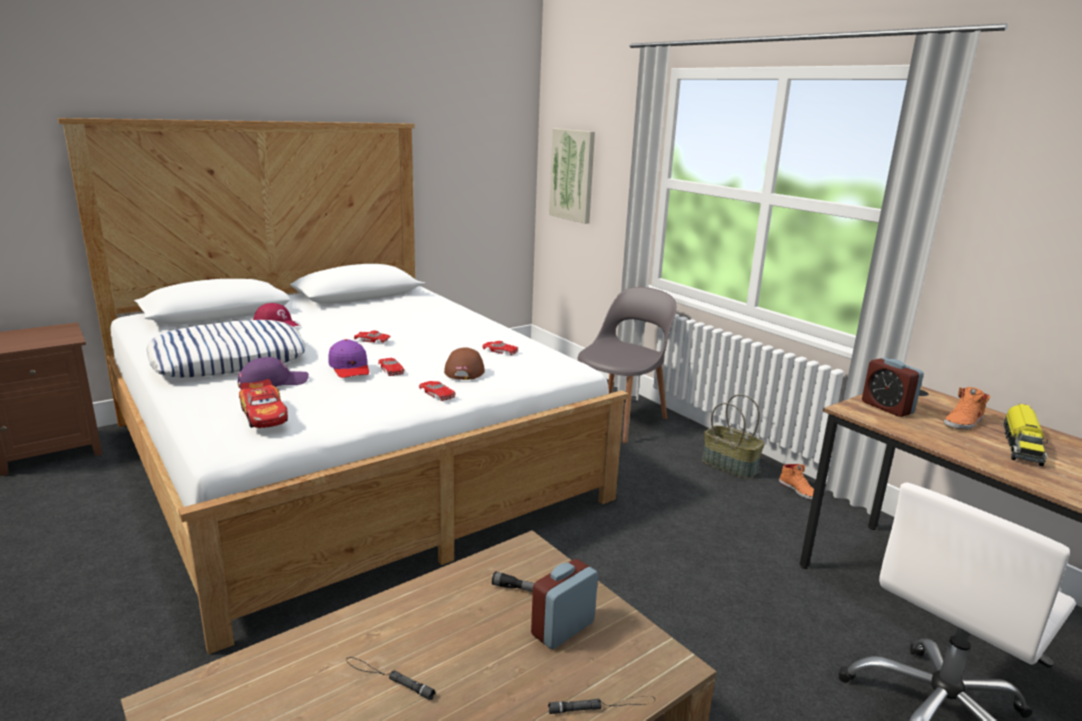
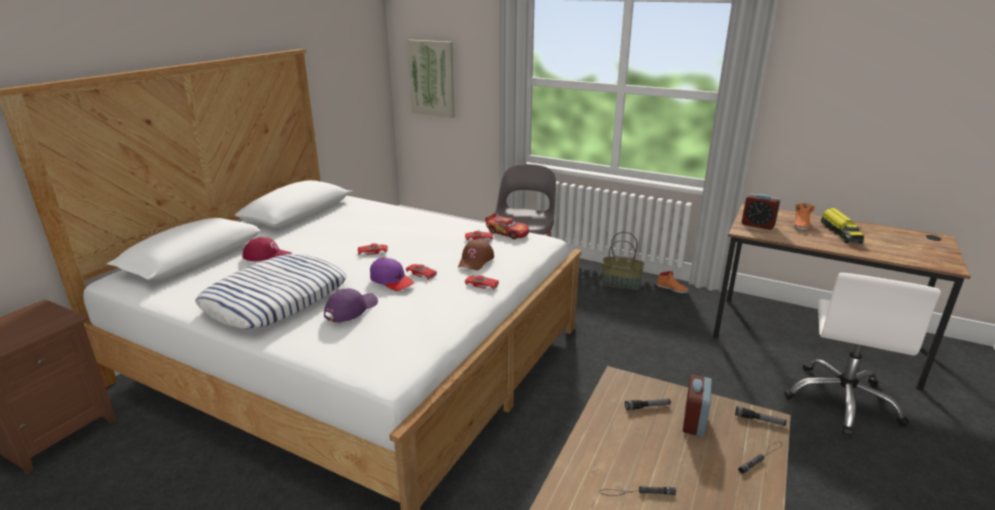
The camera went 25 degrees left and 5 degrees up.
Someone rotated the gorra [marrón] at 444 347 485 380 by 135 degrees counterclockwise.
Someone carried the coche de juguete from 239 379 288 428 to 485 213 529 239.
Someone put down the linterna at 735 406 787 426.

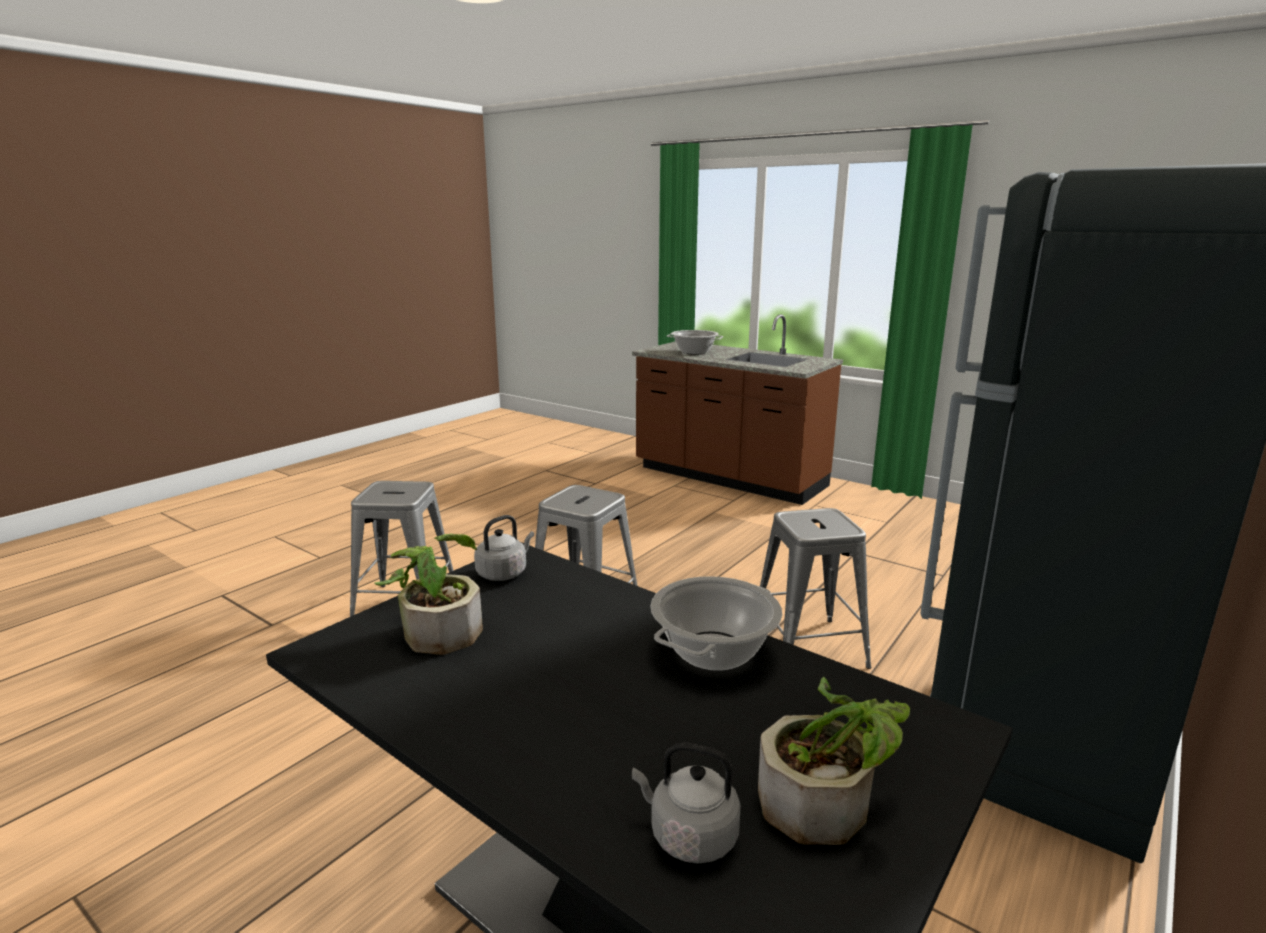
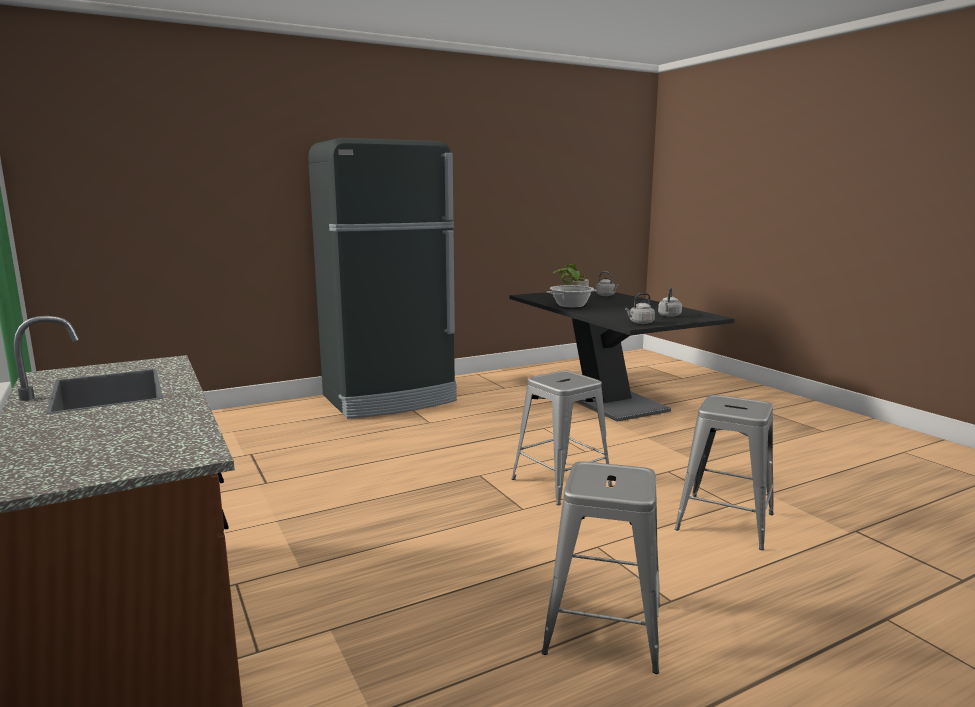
The camera went 155 degrees left and 5 degrees down.
Someone carried the taburete [gris] from 760 508 871 669 to 542 462 660 674.
Someone swapped the planta en maceta at 375 533 483 655 for the hervidor [gris] at 658 287 682 317.
Someone took away the olla at 667 330 723 354.

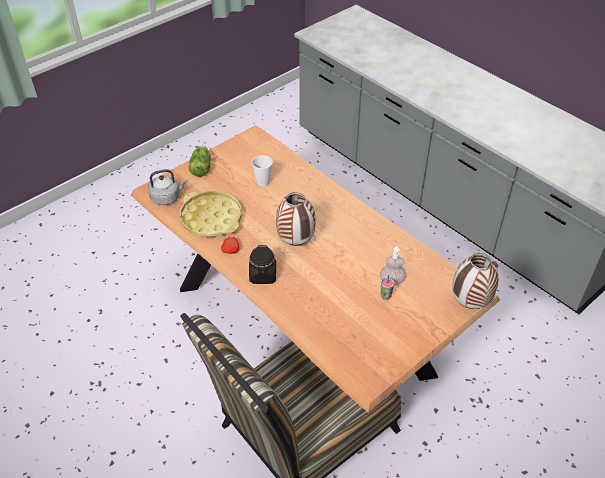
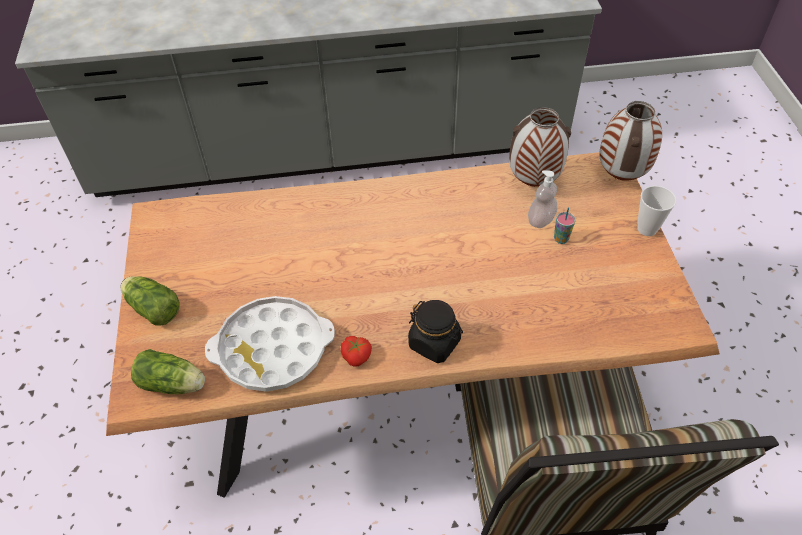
The camera went 55 degrees left and 5 degrees up.
Someone swapped the hervidor [gris] at 148 169 187 205 for the lechuga at 131 349 205 394.
Someone repainted the bandeja [amarillo] at 180 191 242 237, which became the bandeja [blanco] at 205 296 335 392.
Someone carried the florero from 276 192 316 246 to 509 107 571 187.
Someone carried the taza from 252 155 273 187 to 637 186 676 236.

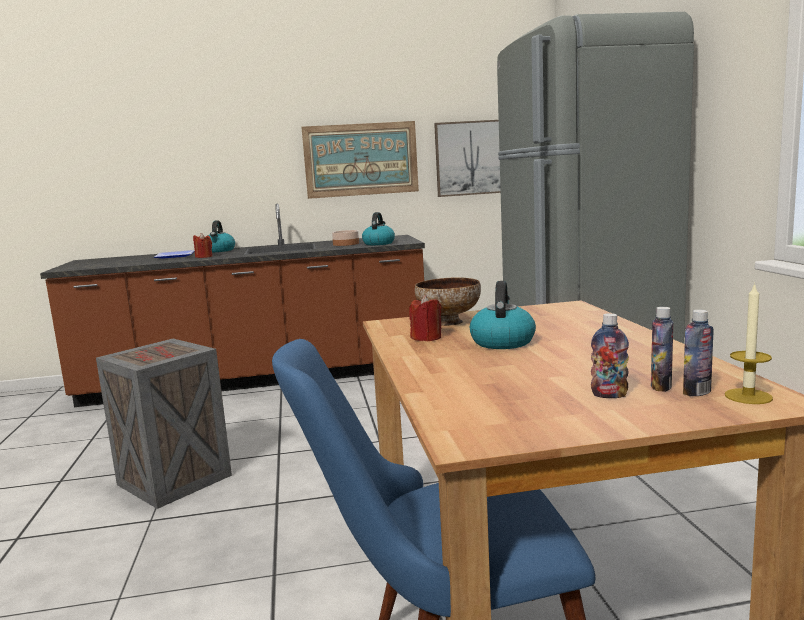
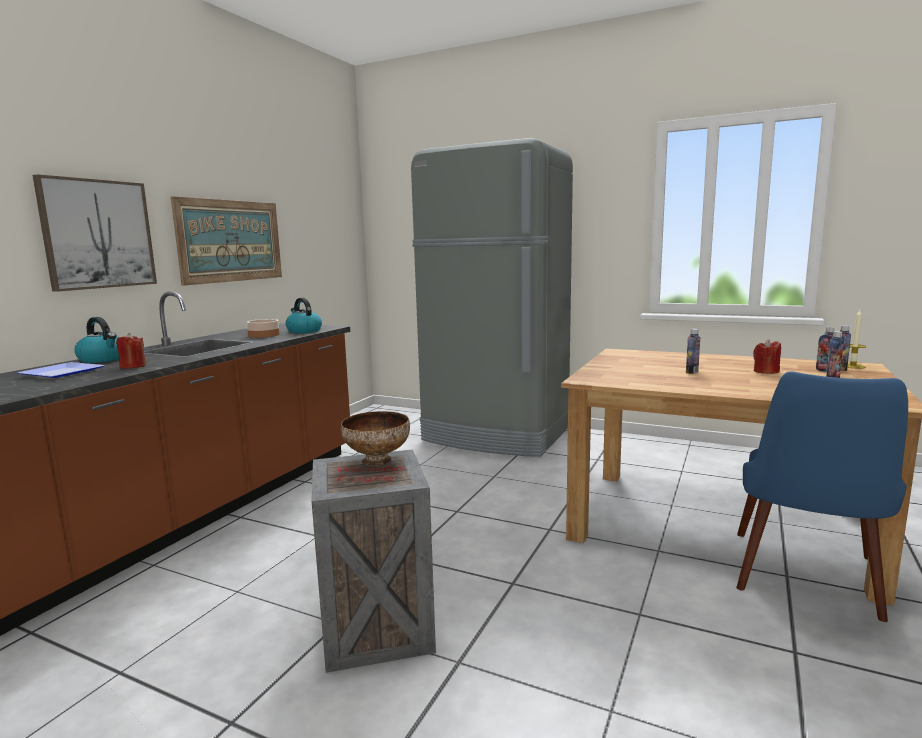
The camera went 55 degrees left and 0 degrees up.
Someone carried the cuadro from 434 120 501 197 to 33 174 157 292.
Someone carried the cuenco from 415 277 481 326 to 341 411 410 466.
Someone swapped the hervidor at 470 281 536 349 for the botella at 686 329 700 374.
Someone carried the vela [rojo] from 409 295 442 341 to 753 339 781 374.

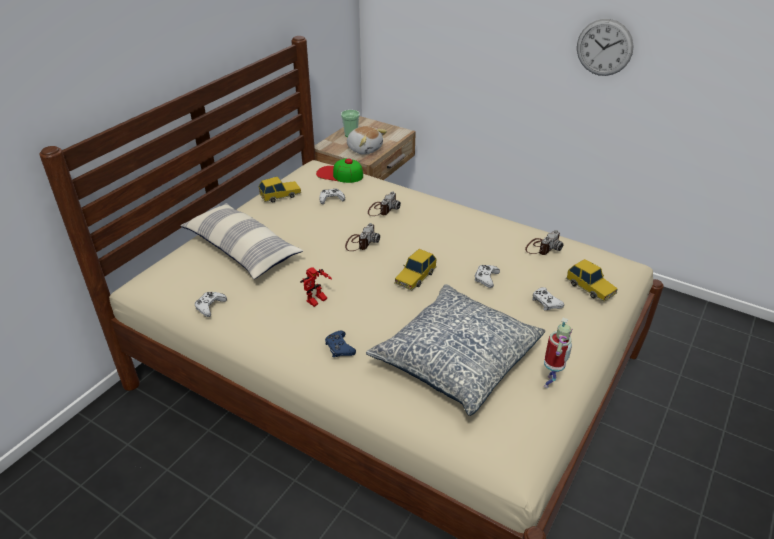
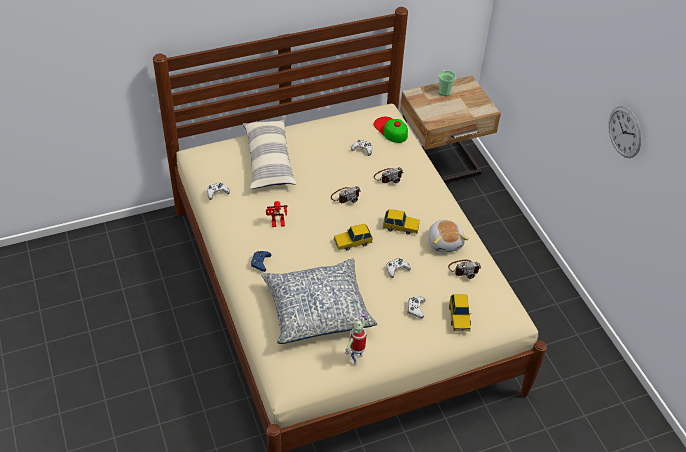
The camera went 35 degrees right and 10 degrees up.
Someone rotated the robot de juguete at 544 318 572 388 by 150 degrees clockwise.
Someone carried the coche de juguete from 258 176 301 202 to 383 209 420 234.
Someone carried the peluche from 347 126 387 155 to 428 219 469 252.

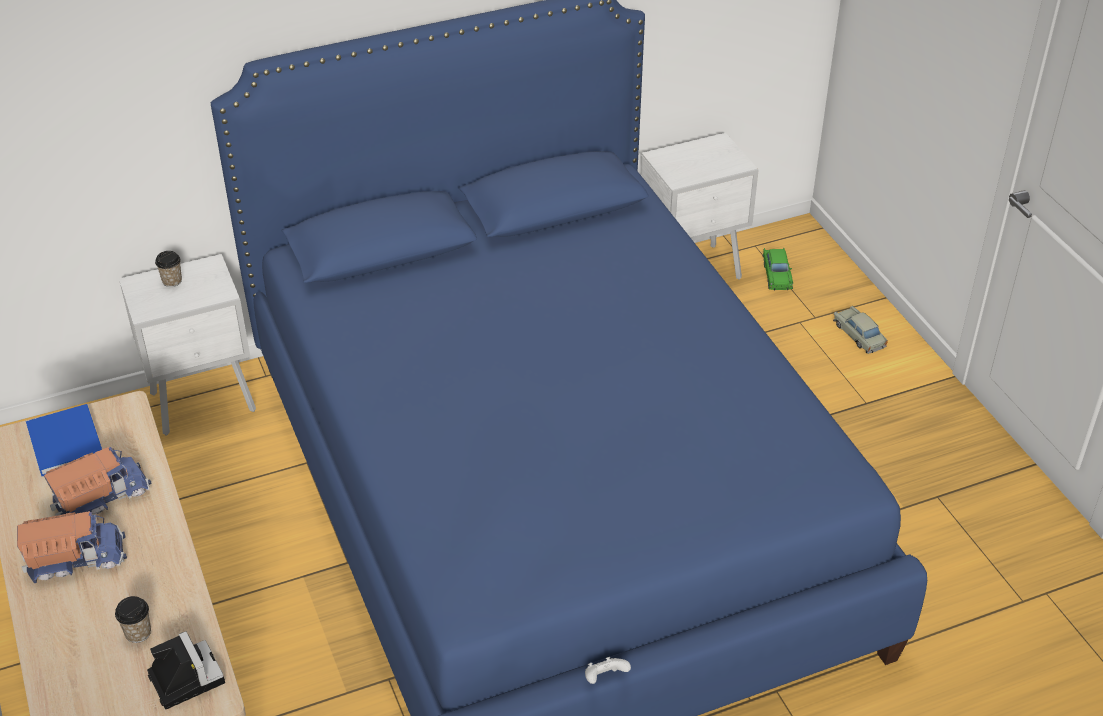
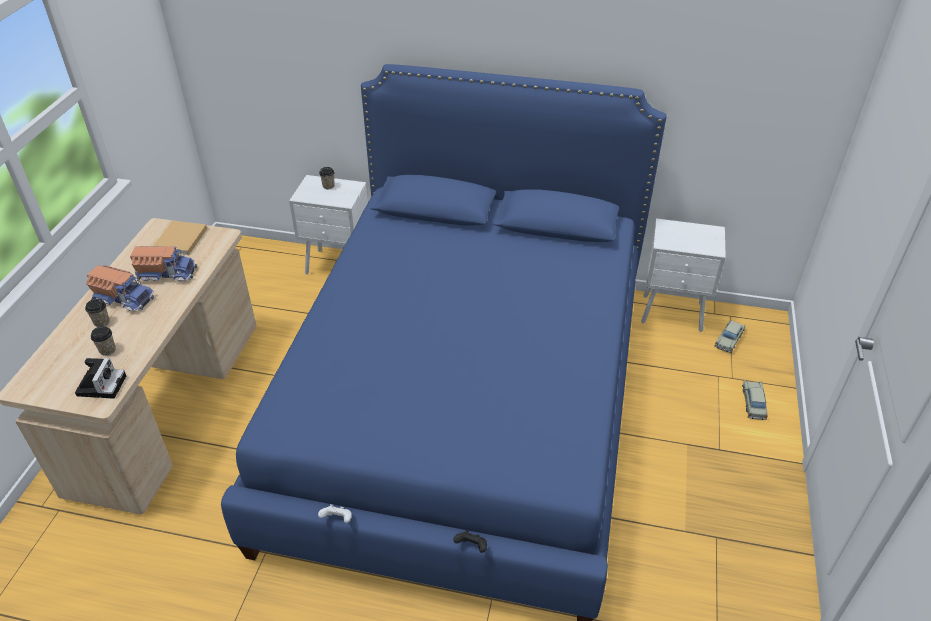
The camera went 35 degrees right and 0 degrees up.
Someone put down the taza at 85 299 109 327.
Someone repainted the libro [azul] at 26 404 102 476, which became the libro [beis] at 153 221 207 255.
Someone put down the mando de consola [negro] at 453 530 487 553.
Someone repainted the coche de juguete [verde] at 763 248 793 291, which became the coche de juguete [beis] at 714 319 745 353.

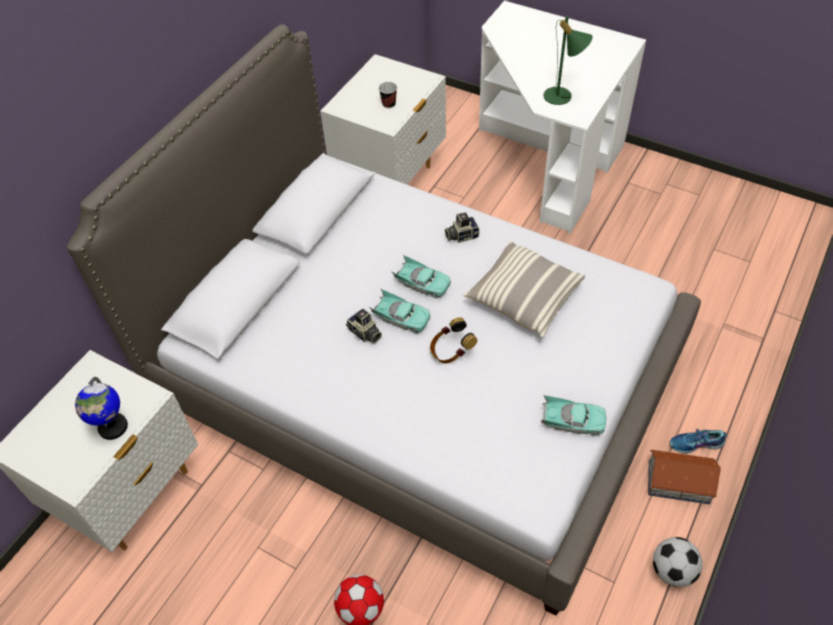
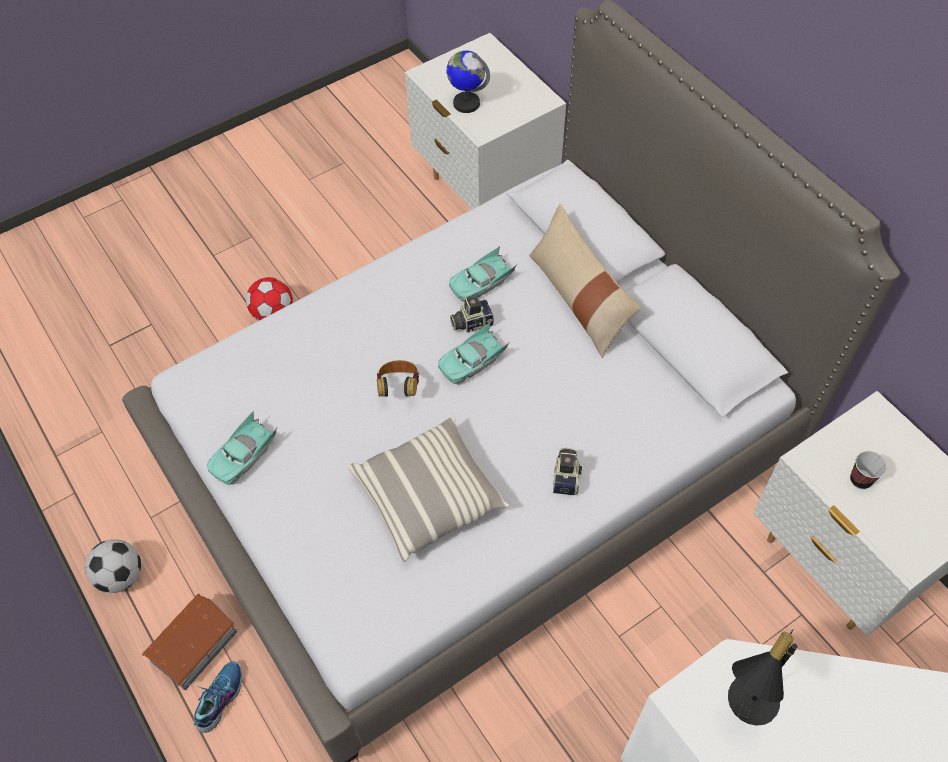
The camera went 115 degrees right and 5 degrees up.
Someone carried the coche de juguete [turquesa] from 392 255 451 299 to 449 246 517 302.
Someone put down the cojín [beis] at 529 204 641 358.
Someone repainted the lámpara de mesa [verde] at 544 16 593 105, which became the lámpara de mesa [negro] at 728 629 798 726.

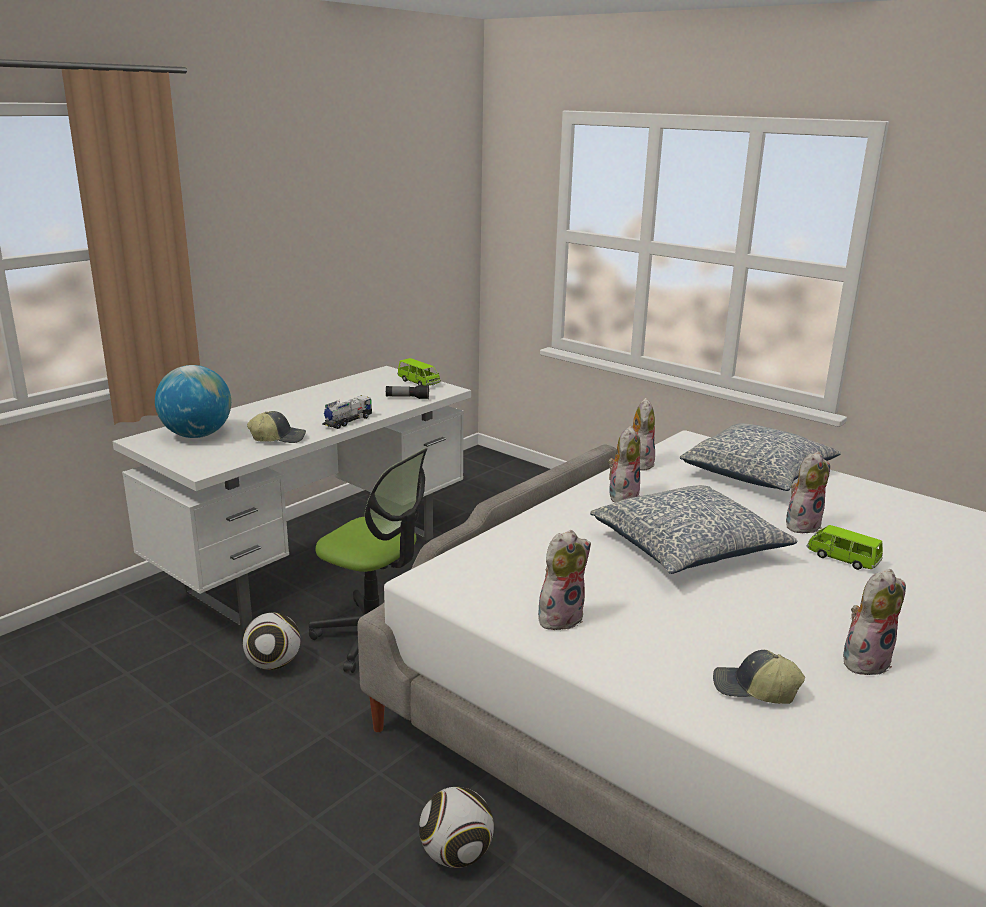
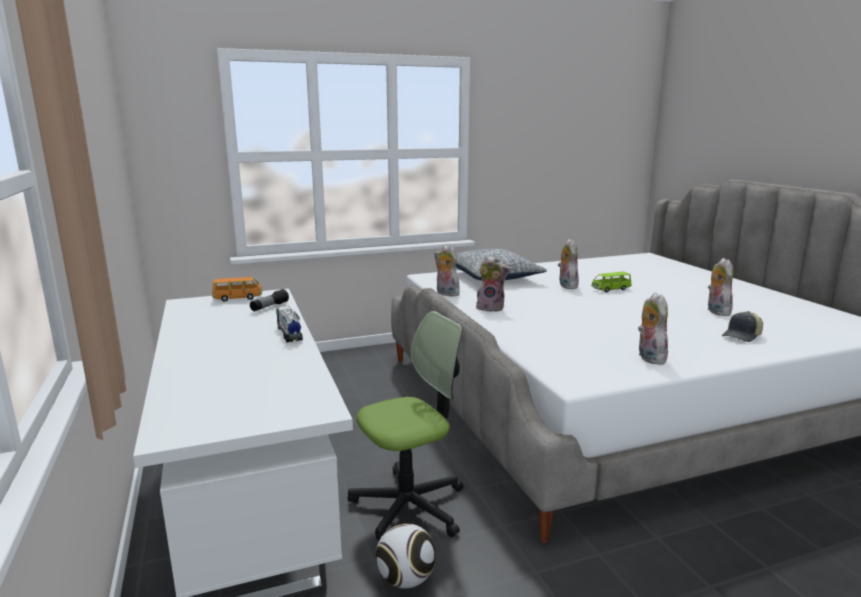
The camera went 60 degrees left and 5 degrees down.
Someone repainted the coche de juguete [verde] at 397 358 441 386, which became the coche de juguete [naranja] at 212 277 262 301.
Someone rotated the peluche at 608 426 641 503 by 135 degrees clockwise.
Someone took away the globo terráqueo at 155 365 231 438.
Someone took away the gorra at 247 411 306 443.
Someone took away the balón de fútbol at 419 787 494 868.
Someone took away the cojín at 590 485 797 574.

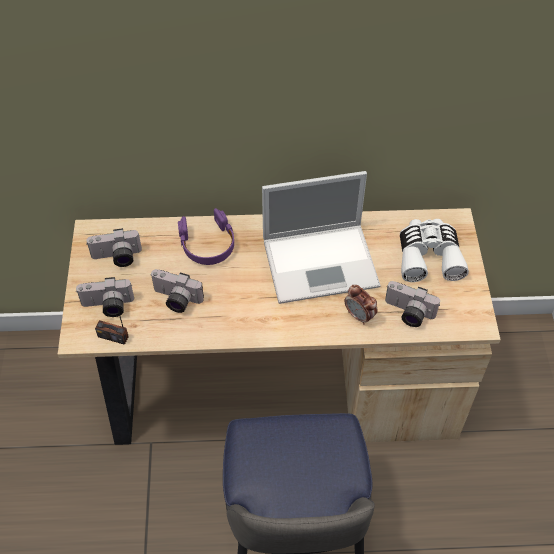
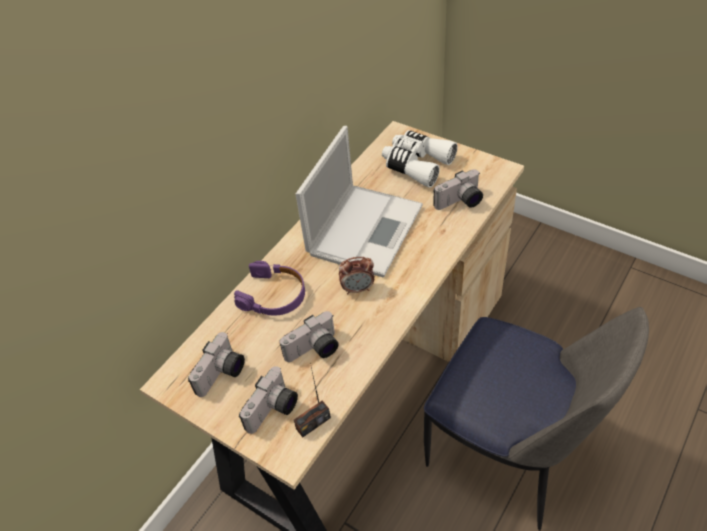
The camera went 50 degrees left and 5 degrees down.
Someone carried the despertador from 344 285 378 325 to 339 257 374 294.

